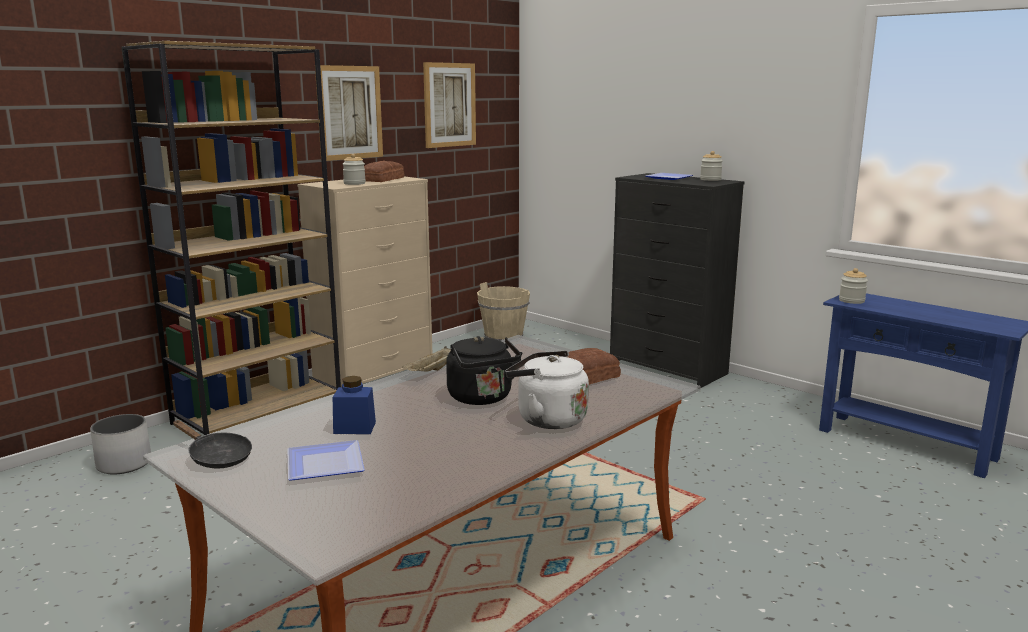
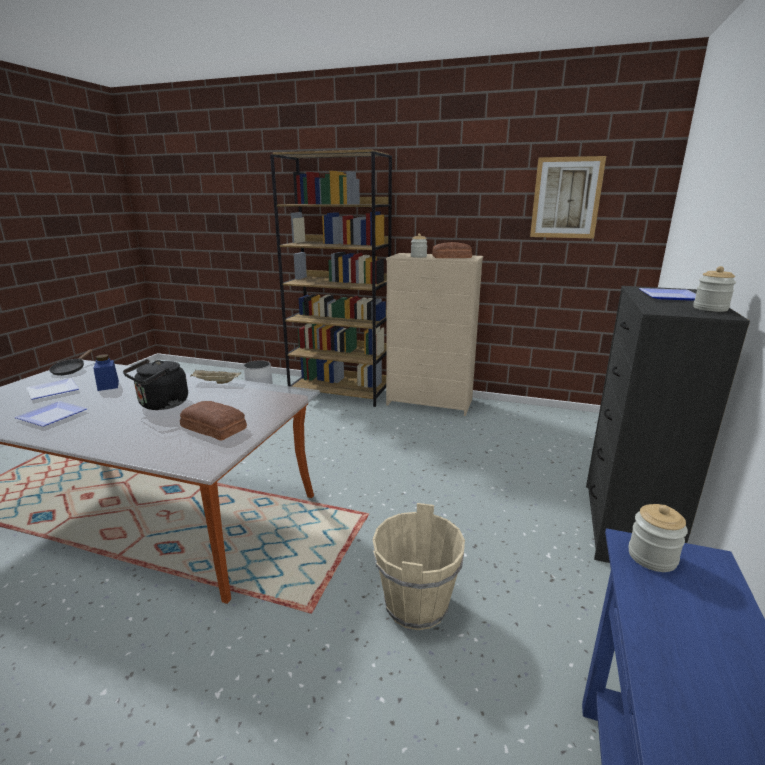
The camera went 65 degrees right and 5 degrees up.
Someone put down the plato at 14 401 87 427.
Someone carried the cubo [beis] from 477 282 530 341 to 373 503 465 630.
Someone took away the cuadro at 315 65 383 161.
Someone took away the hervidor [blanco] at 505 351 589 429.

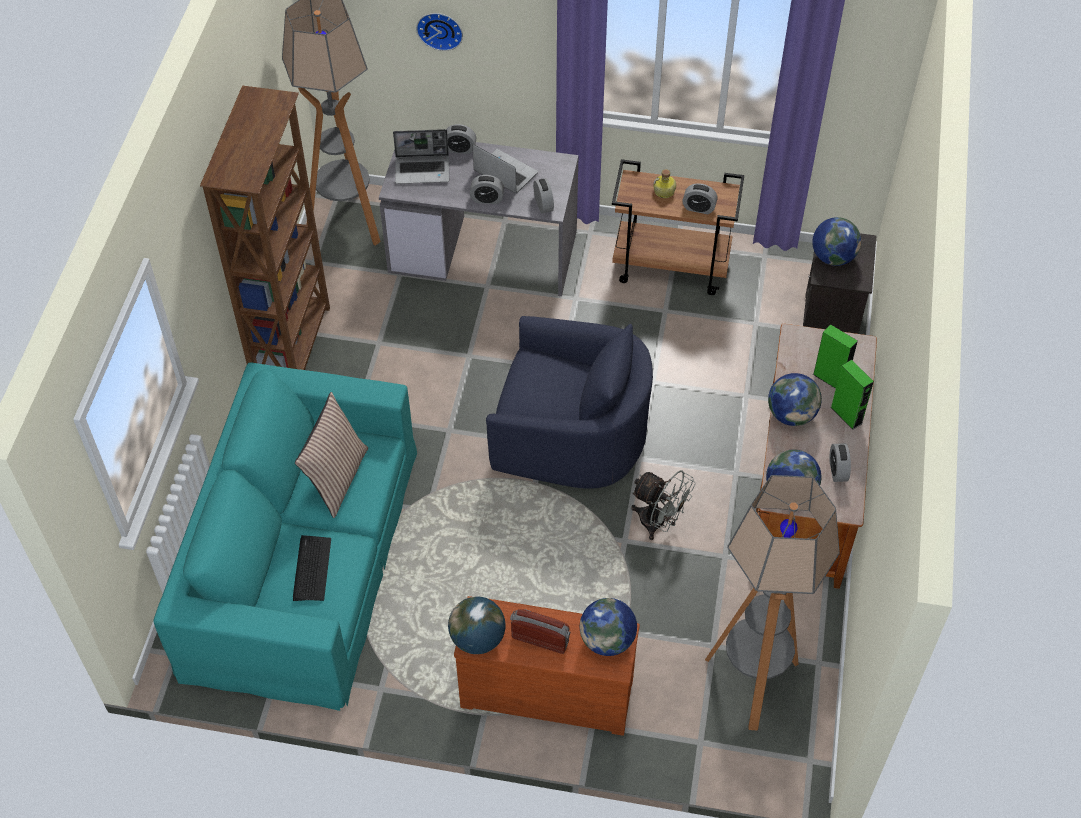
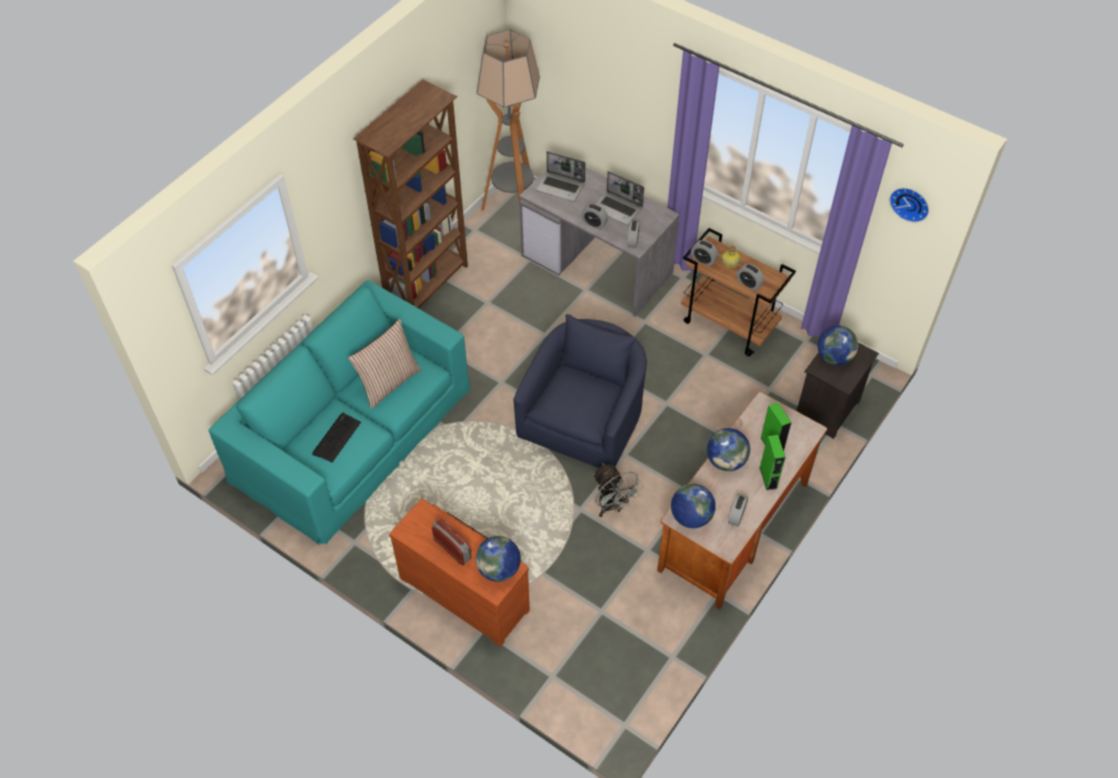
The camera went 25 degrees right and 0 degrees up.
Someone rotated the sillón [azul] at 486 316 653 489 by 105 degrees counterclockwise.
Someone rotated the portátil at 473 144 538 193 by 150 degrees clockwise.
Someone carried the despertador from 446 124 476 154 to 691 240 719 266.
Someone carried the reloj de pared from 416 13 463 51 to 890 188 929 222.
Someone took away the globo terráqueo at 448 596 506 654.
Someone took away the lámpara de pie at 705 475 840 730.

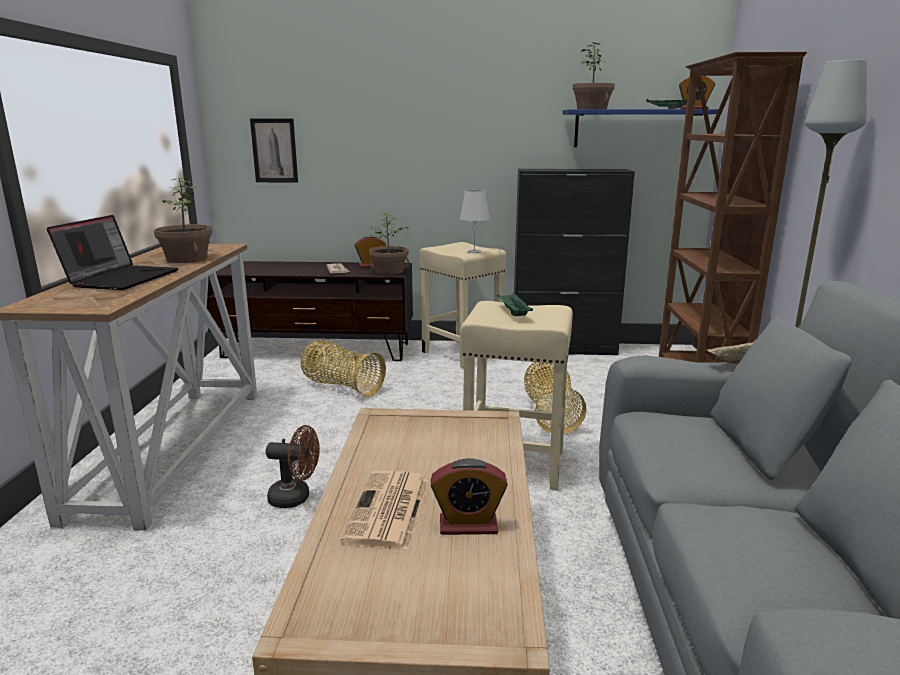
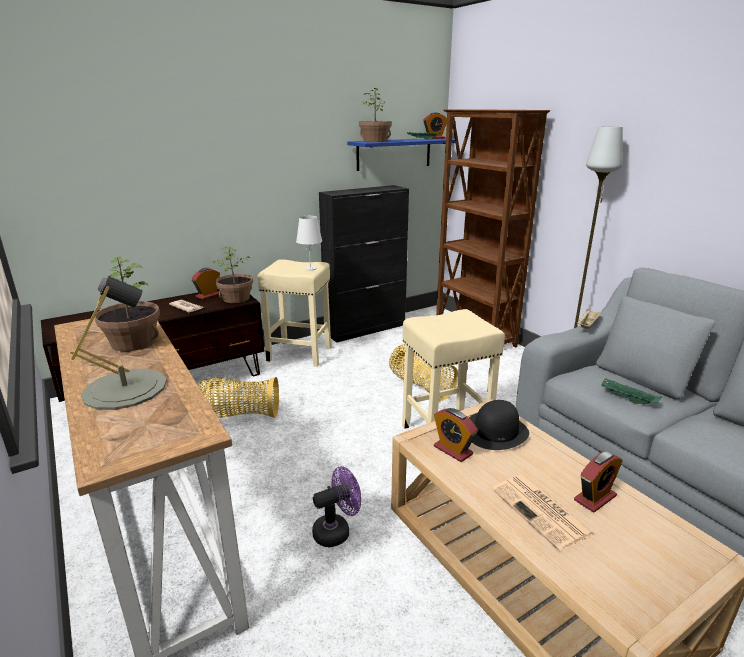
The camera went 35 degrees left and 5 degrees up.
Someone swapped the portátil at 47 215 179 290 for the lámpara de mesa [gris] at 70 276 167 410.
Someone repainted the ventilador [marrón] at 266 425 320 508, which became the ventilador [morado] at 312 466 361 547.
Someone put down the despertador at 434 408 478 462.
Someone put down the sombrero [negro] at 469 400 529 450.
Someone carried the bandeja [verde] from 497 293 533 316 to 601 378 661 404.
Someone took away the cuadro at 250 119 298 183.

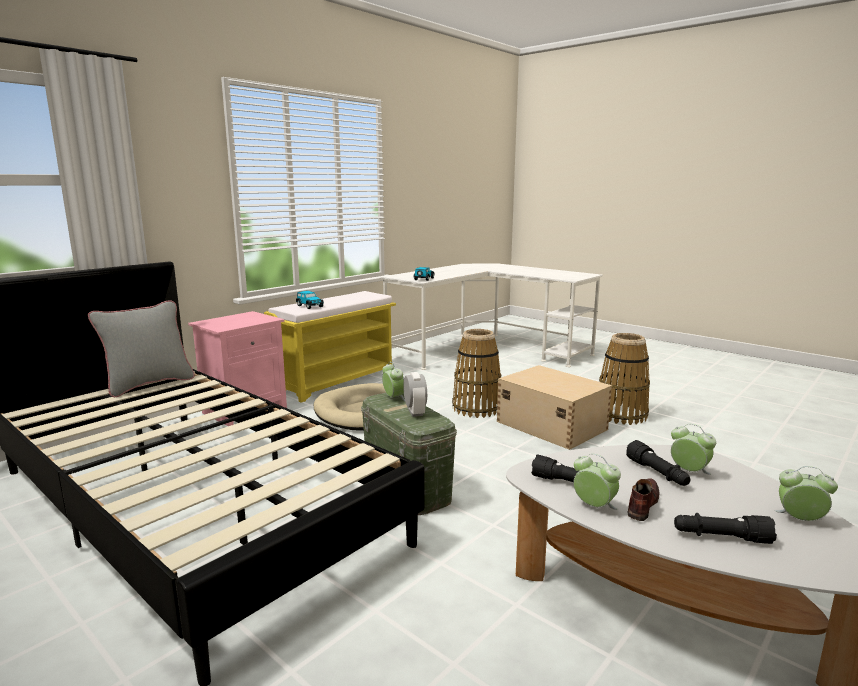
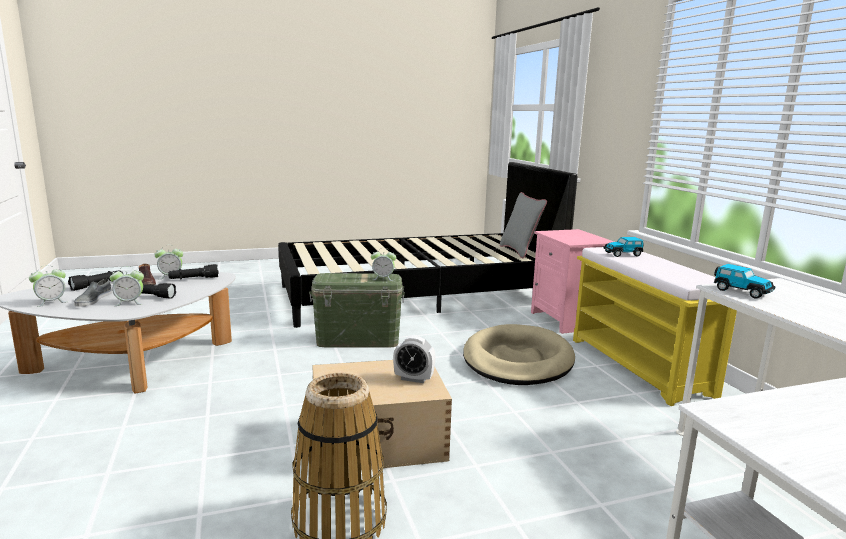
The camera went 120 degrees right and 0 degrees up.
Someone put down the zapato [gris] at 74 279 112 307.
Someone carried the despertador from 403 372 427 417 to 393 336 436 383.
Someone took away the cesta at 452 329 501 418.

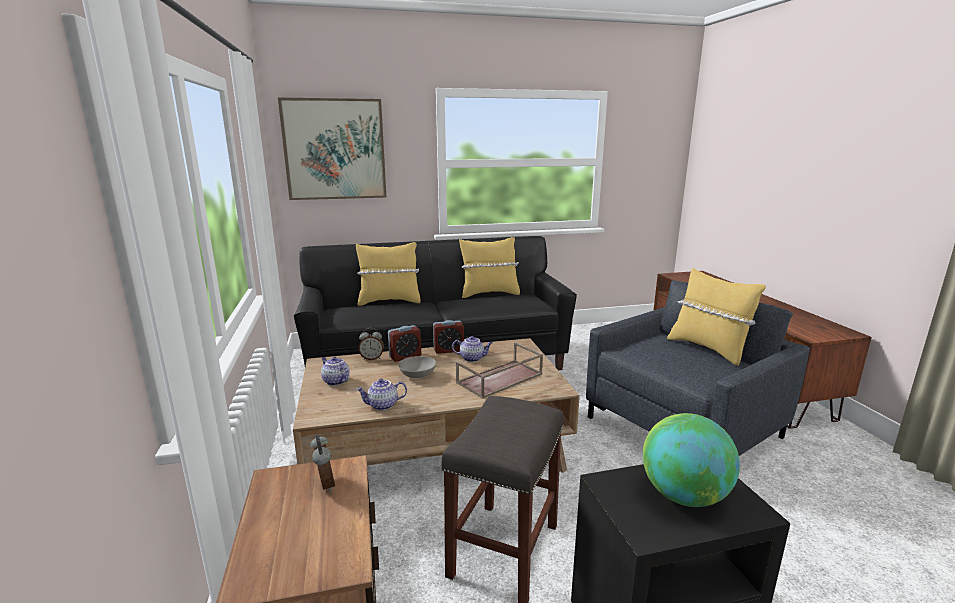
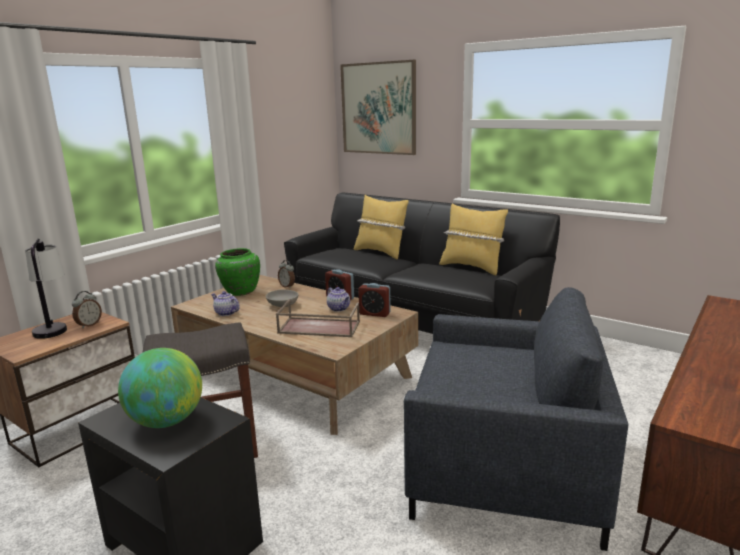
The camera went 50 degrees right and 0 degrees up.
Someone put down the lámpara de mesa at 25 239 67 339.
Someone swapped the tetera at 321 357 349 386 for the florero [verde] at 215 248 260 296.
Someone carried the despertador from 388 325 421 362 to 358 283 391 317.
Someone took away the cojín [amarillo] at 667 268 766 366.

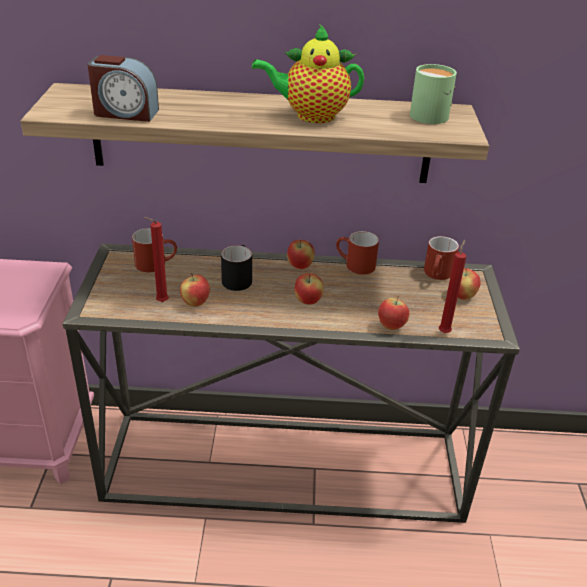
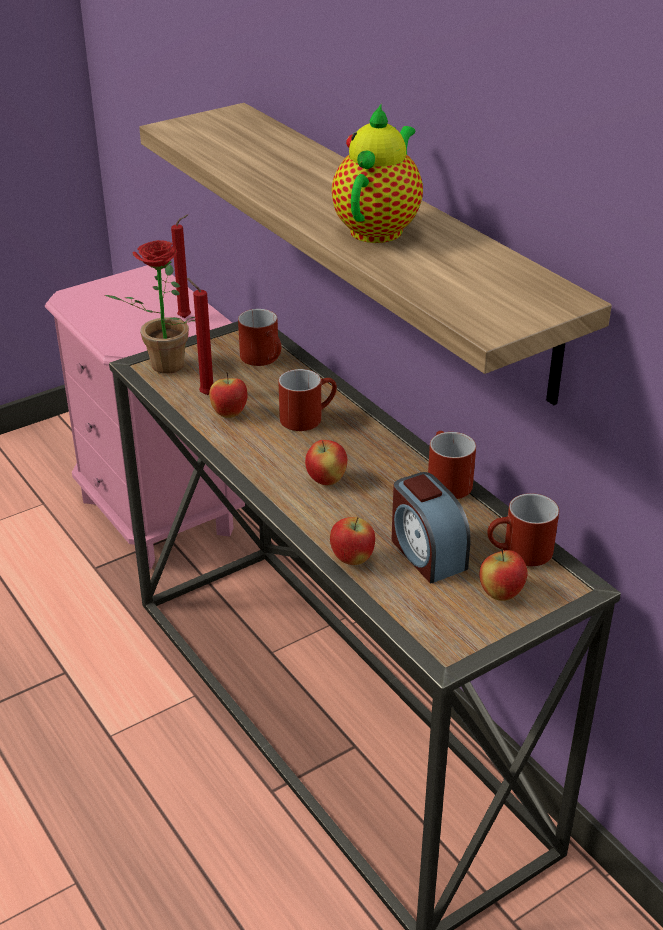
The camera went 55 degrees right and 0 degrees up.
Someone put down the planta en maceta at 105 240 195 374.
Someone carried the vela [rojo] from 439 240 466 333 to 171 214 191 318.
Someone repainted the taza grande [negro] at 221 245 252 291, which became the taza grande [rojo] at 278 369 337 431.
Someone rotated the tetera at 252 24 364 123 by 60 degrees clockwise.
Someone carried the despertador from 88 55 159 122 to 391 472 471 584.
Someone took away the manzana at 287 240 315 269.
Someone took away the taza grande [verde] at 410 64 457 124.

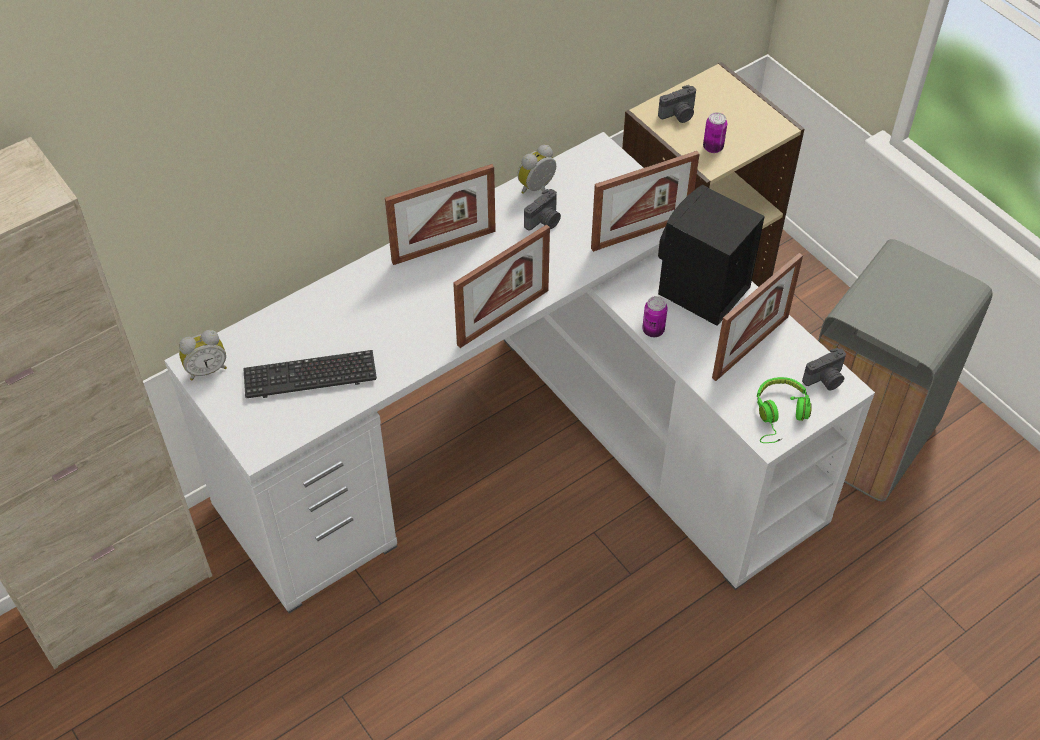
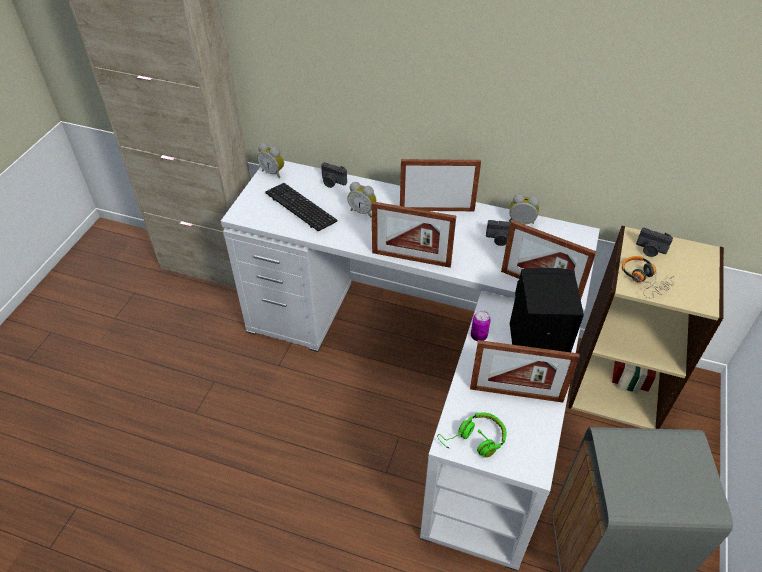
The camera went 55 degrees right and 5 degrees down.
Someone carried the cámara from 802 348 846 391 to 321 162 347 188.
Someone put down the despertador at 347 182 376 218.
Someone rotated the portarretratos at 385 164 496 265 by 150 degrees clockwise.
Someone swapped the lata at 703 112 727 153 for the auriculares at 622 256 674 298.

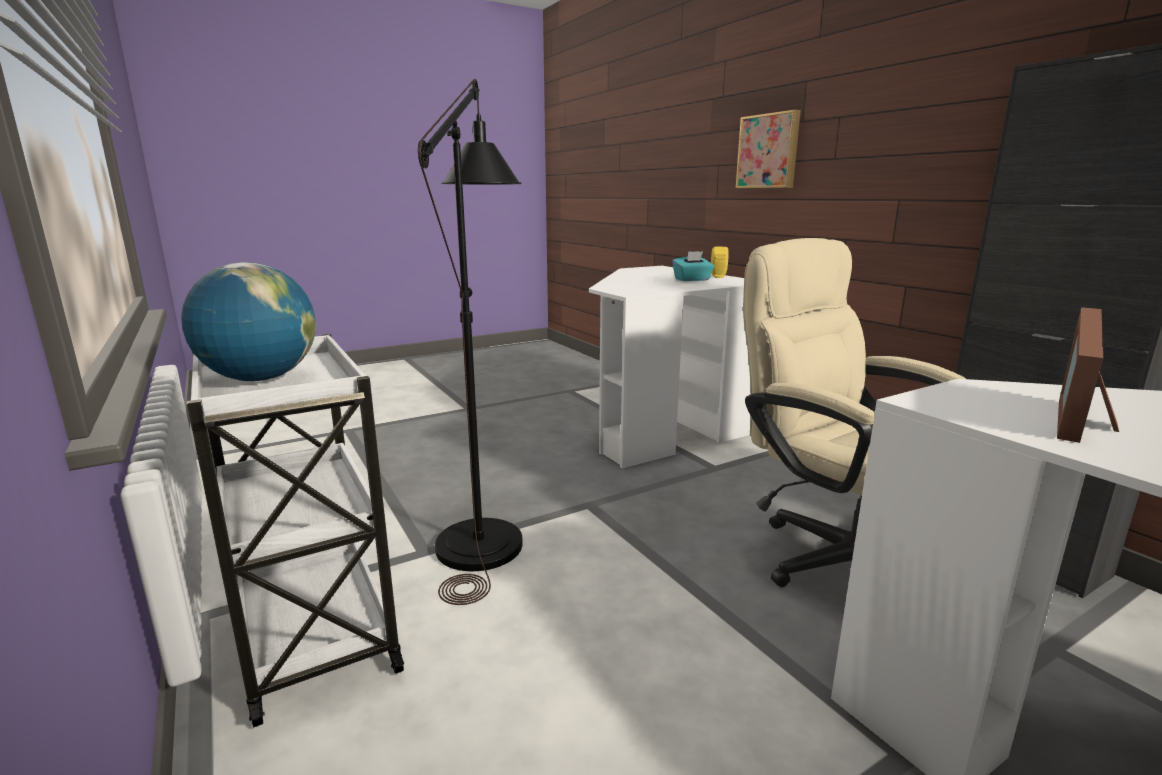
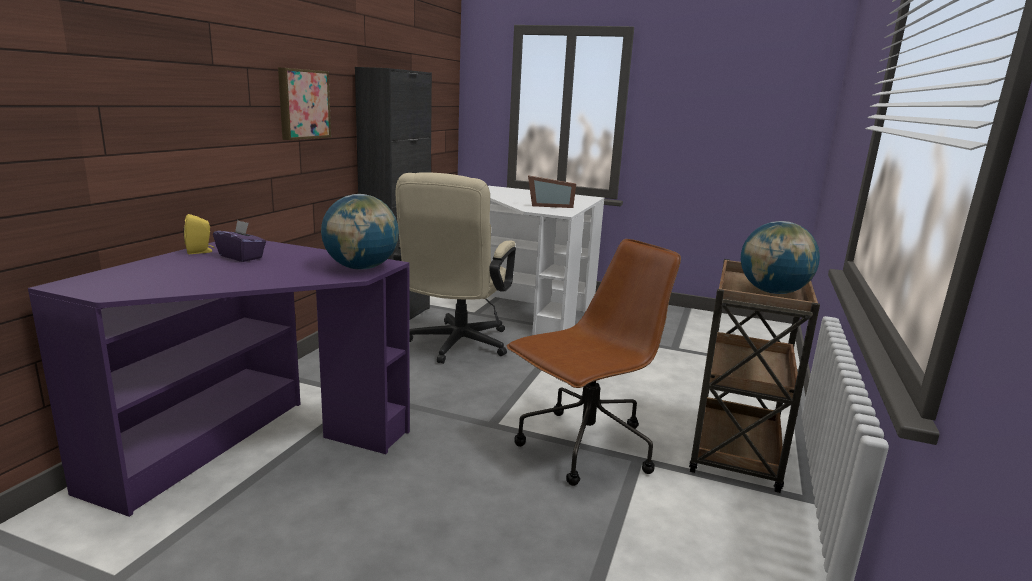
The camera went 130 degrees left and 0 degrees up.
Someone repainted the escritorio [blanco] at 589 266 751 468, which became the escritorio [morado] at 28 241 410 517.
Someone repainted the caja de pañuelos [turquesa] at 672 251 714 281, which became the caja de pañuelos [morado] at 213 220 266 262.
Someone carried the cuadro from 735 109 801 189 to 278 68 331 140.
Someone put down the globo terráqueo at 321 194 399 270.
Someone swapped the lámpara de pie [negro] at 418 79 523 605 for the silla de oficina [marrón] at 507 239 681 486.
Someone repainted the carrito [blanco] at 187 334 404 727, which became the carrito [marrón] at 689 259 820 493.

